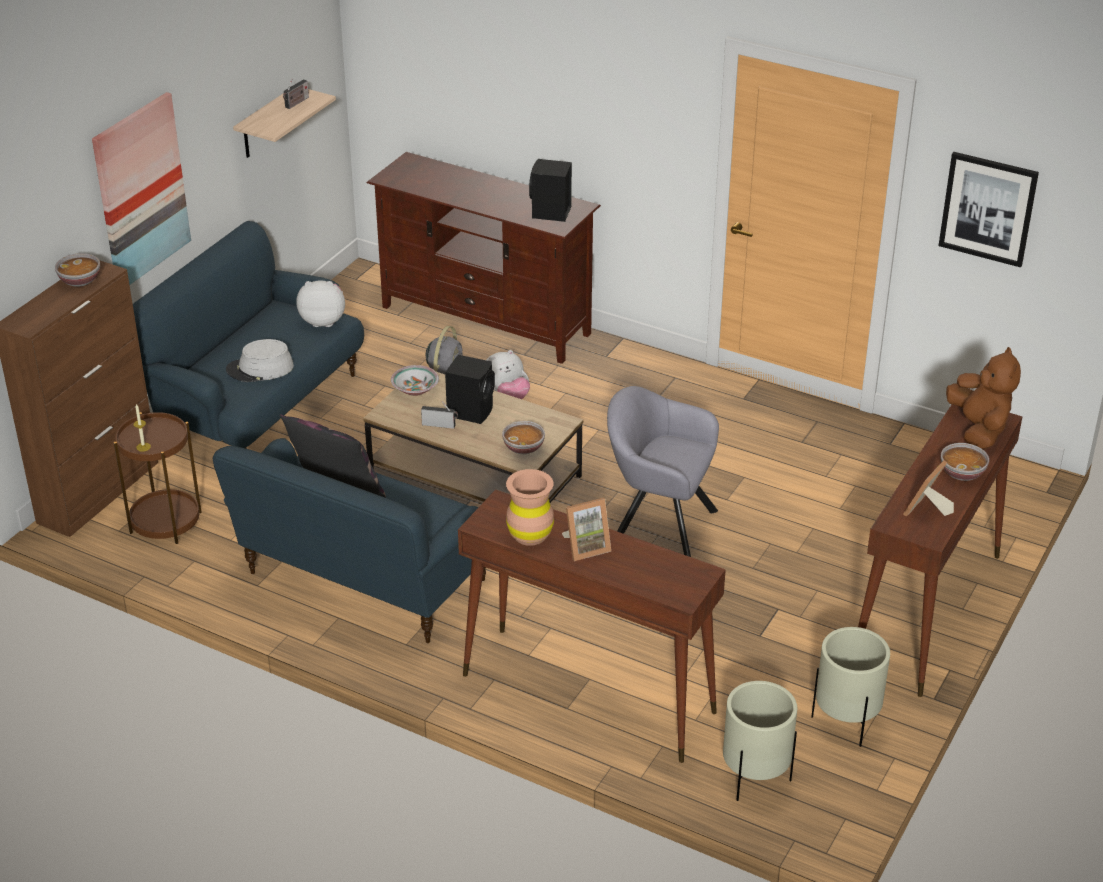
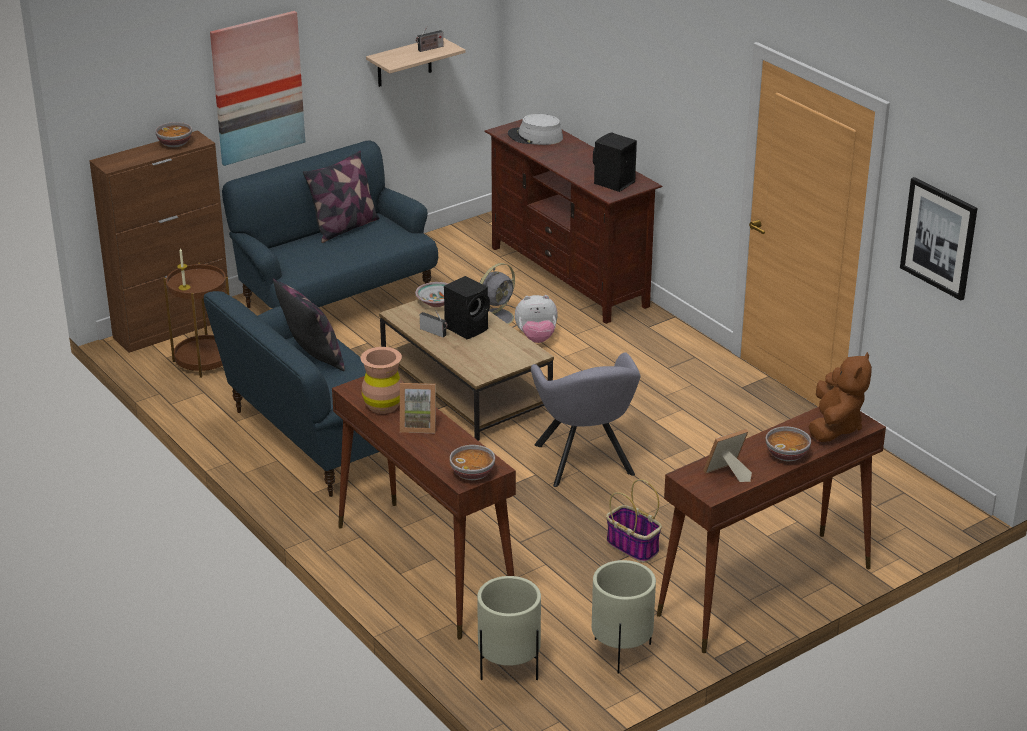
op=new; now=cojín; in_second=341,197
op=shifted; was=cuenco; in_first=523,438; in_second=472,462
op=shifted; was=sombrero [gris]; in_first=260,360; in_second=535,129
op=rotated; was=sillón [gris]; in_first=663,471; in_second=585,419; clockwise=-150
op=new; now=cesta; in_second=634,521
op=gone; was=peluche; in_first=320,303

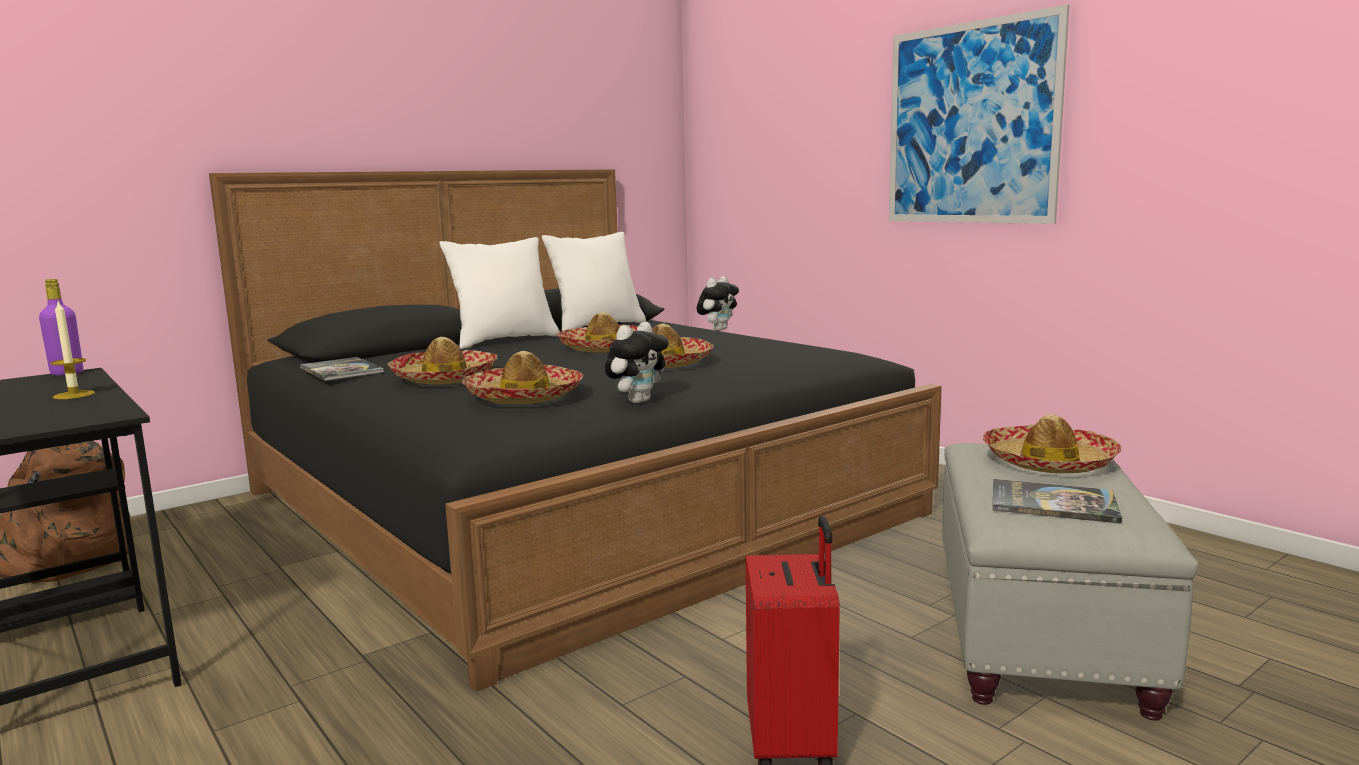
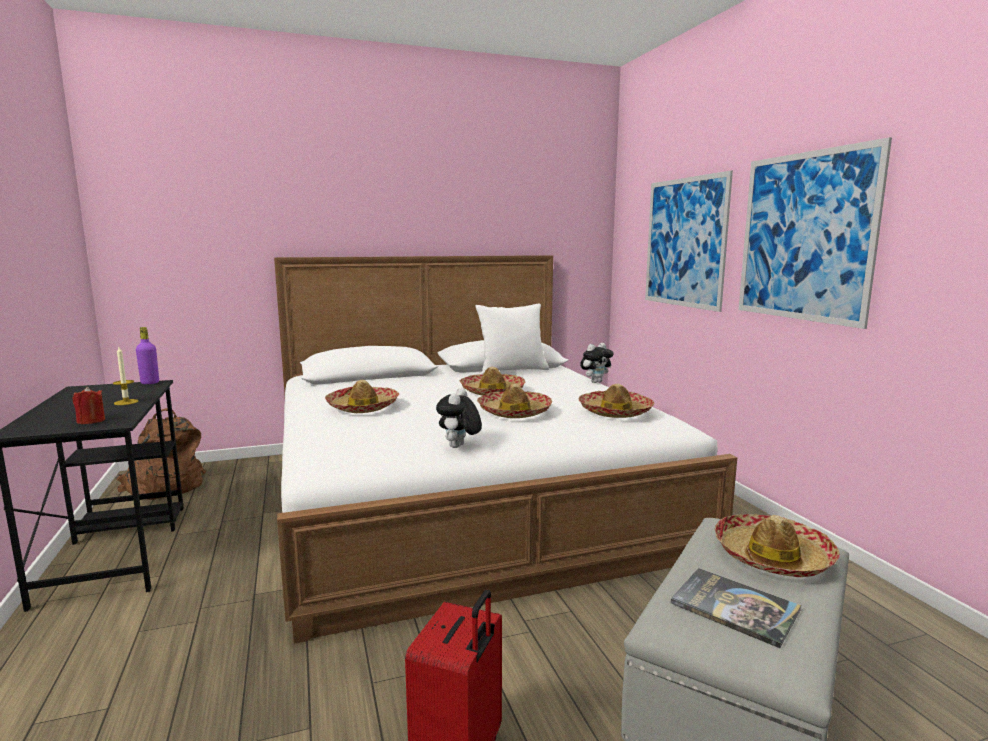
op=new; now=vela [rojo]; in_second=89,405
op=repainted; was=cama [negro]; now=cama [blanco]; in_first=575,430; in_second=505,449
op=rotated; was=peluche; in_first=637,363; in_second=459,418; clockwise=135
op=shifted; was=sombrero; in_first=522,378; in_second=616,401
op=new; now=cuadro; in_second=689,241
op=gone; was=libro; in_first=342,369
op=gone; was=cojín [blanco]; in_first=499,293

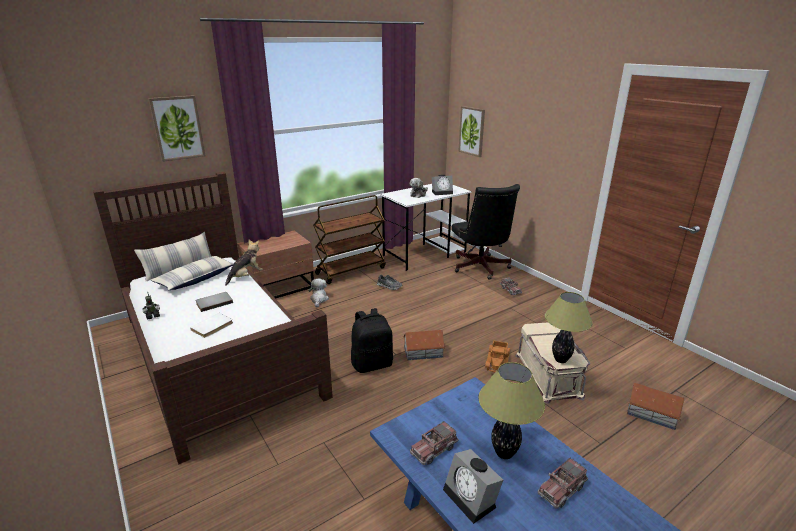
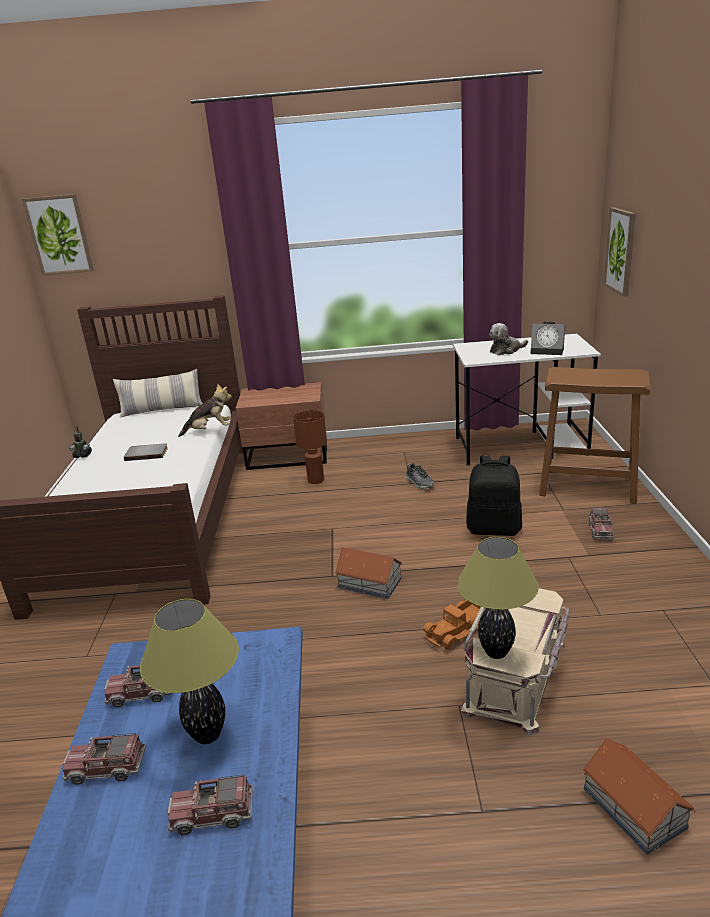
op=shifted; was=cuadro; in_first=177,128; in_second=58,235
op=swapped; was=despertador; now=camión de juguete; in_first=473,486; in_second=104,759
op=swapped; was=peluche; now=lámpara de mesa [marrón]; in_first=318,293; in_second=310,447
op=shifted; was=mochila [negro]; in_first=372,340; in_second=494,495
op=swapped; was=silla de oficina [negro]; now=taburete [marrón]; in_first=486,232; in_second=594,435
op=gone; was=cojín; in_first=192,273
op=gone; was=libro [blanco]; in_first=211,325
op=gone; was=carrito [marrón]; in_first=349,239

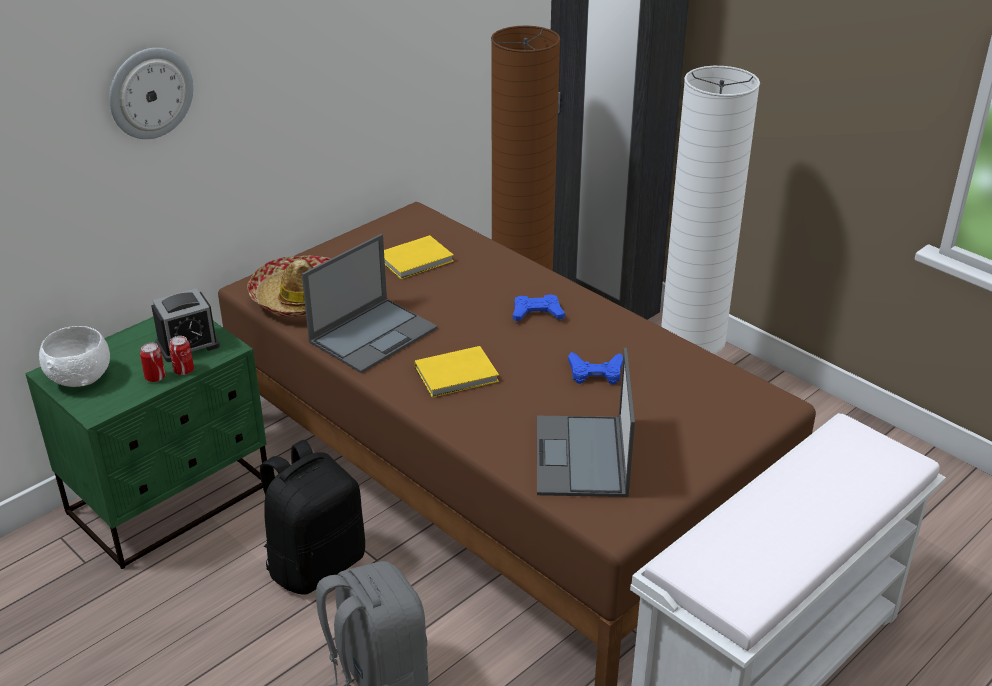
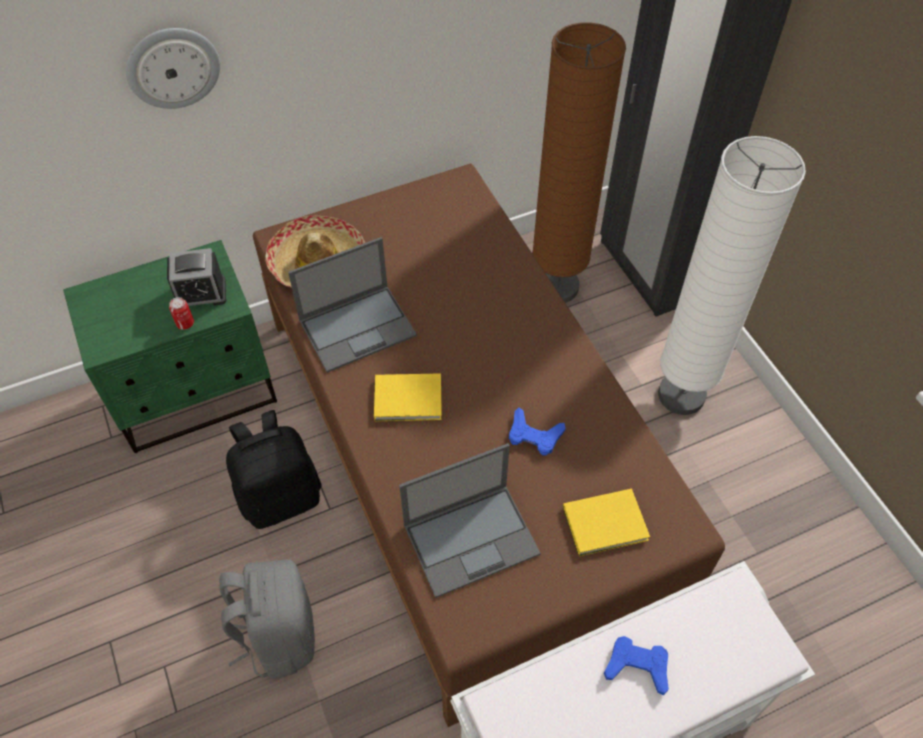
op=rotated; was=portátil; in_first=586,422; in_second=470,520; clockwise=-135
op=shifted; was=libro [amarillo]; in_first=419,257; in_second=606,522
op=shifted; was=mando de consola [azul]; in_first=539,307; in_second=636,665
op=gone; was=cuenco [blanco]; in_first=74,356
op=gone; was=lata; in_first=153,362

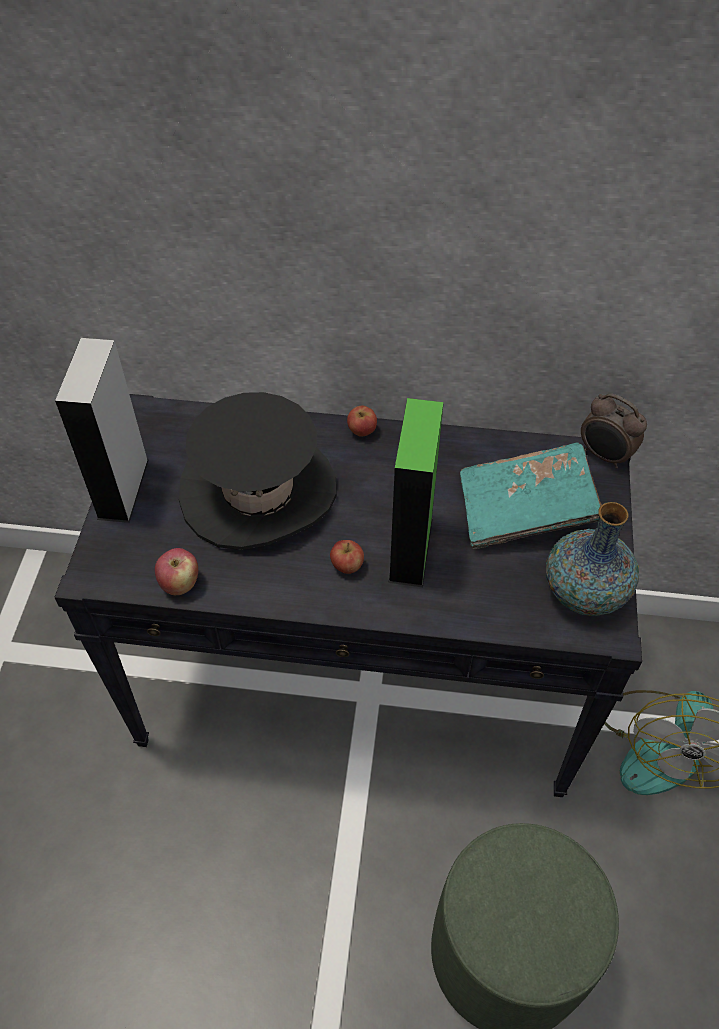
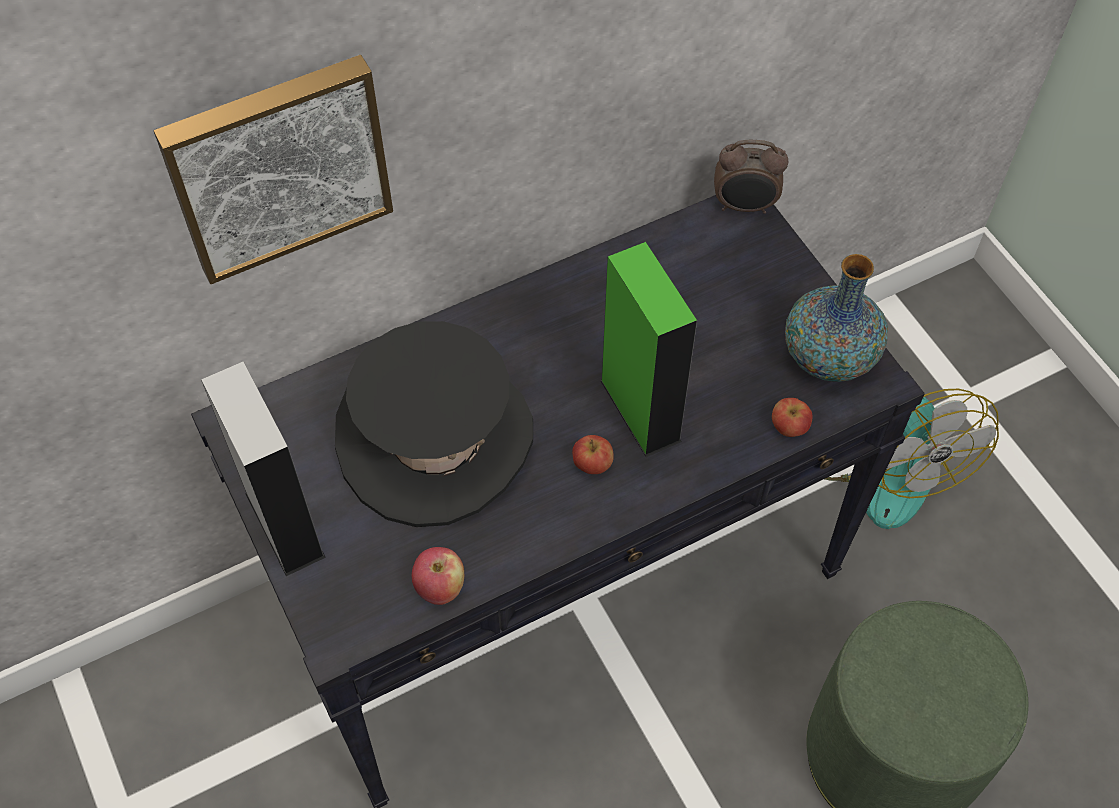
op=new; now=cuadro; in_second=273,169
op=shifted; was=manzana; in_first=362,421; in_second=792,417
op=gone; was=libro [turquesa]; in_first=531,496

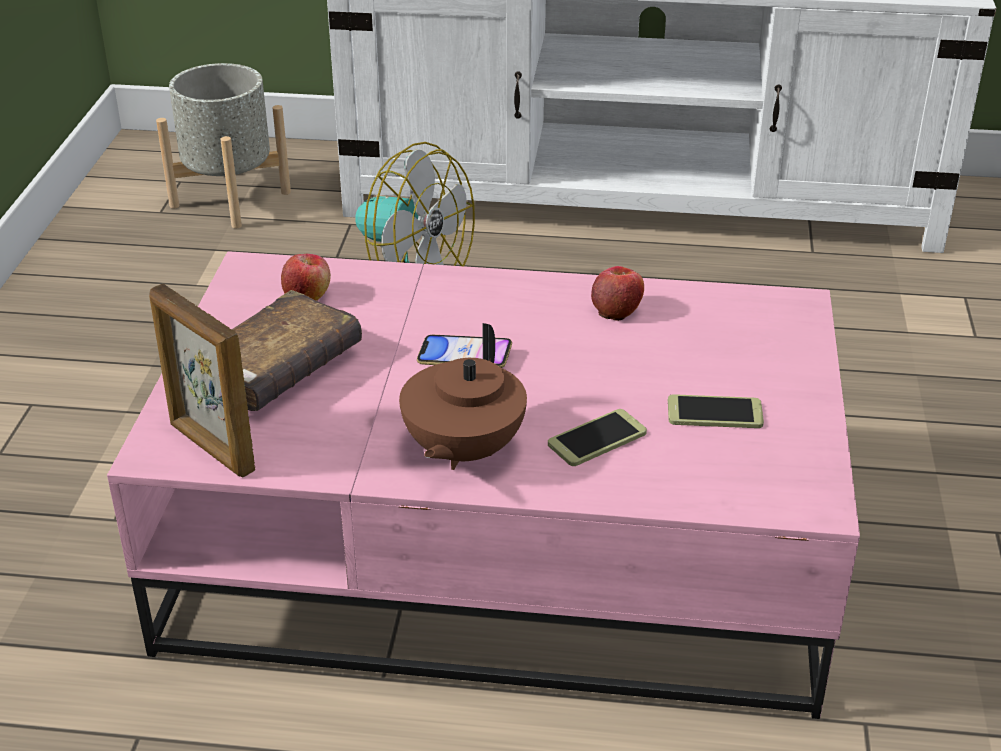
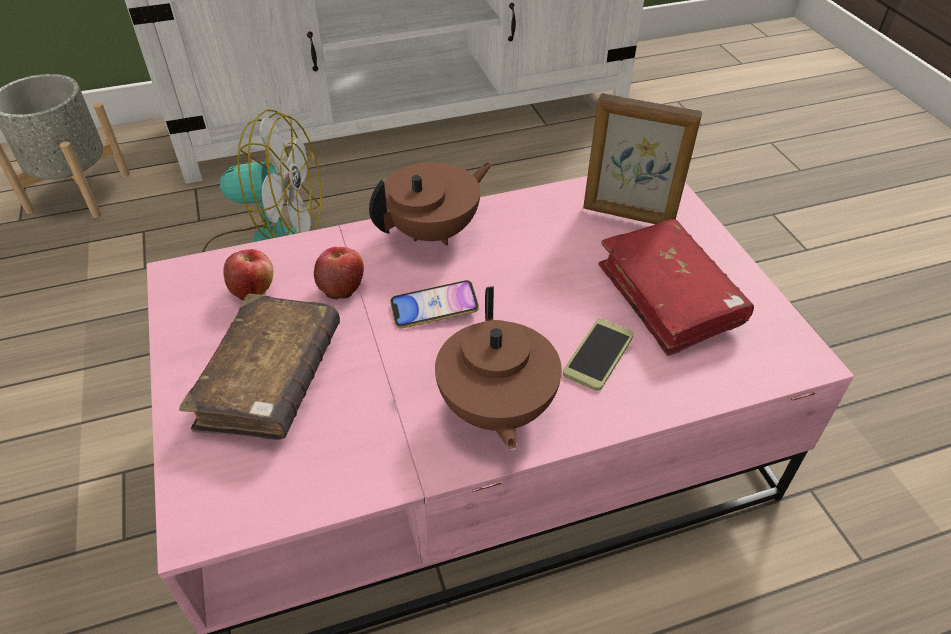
op=shifted; was=manzana; in_first=617,293; in_second=339,273
op=new; now=tetera [marrón]; in_second=430,204
op=shifted; was=portarretratos; in_first=202,381; in_second=642,158
op=swapped; was=móvil; now=libro [rojo]; in_first=716,411; in_second=676,287

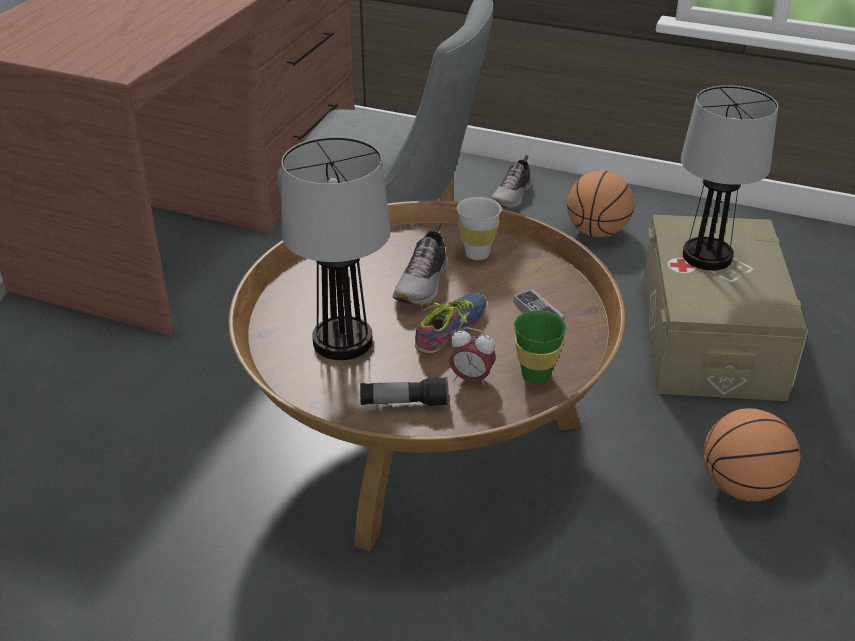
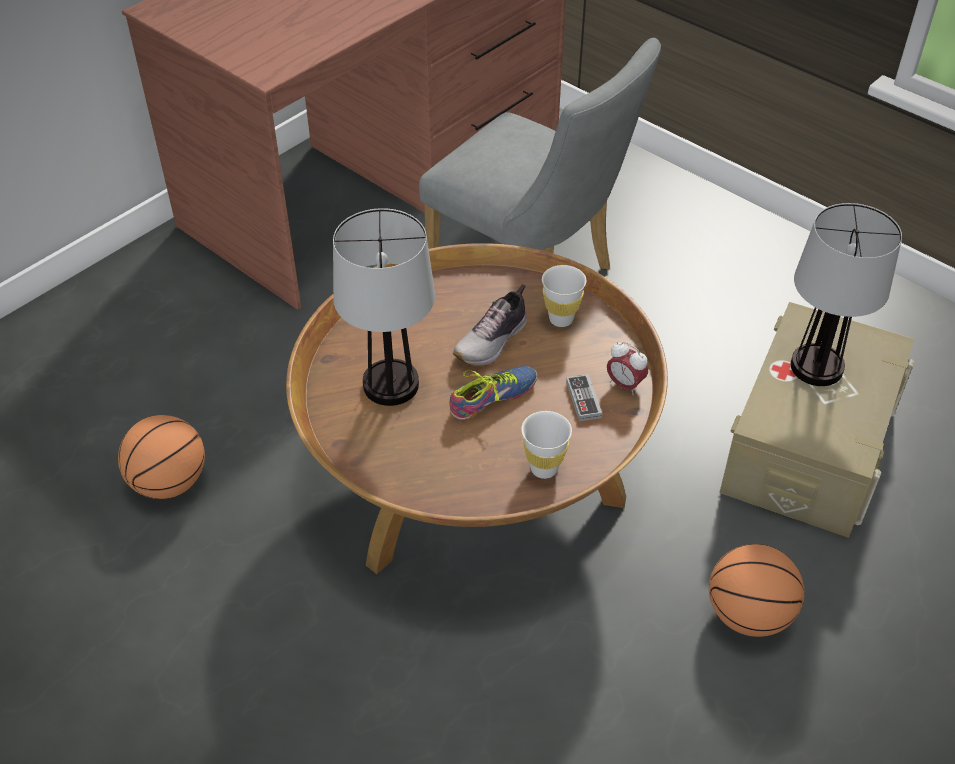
op=shifted; was=balón de baloncesto; in_first=600,204; in_second=161,457
op=repainted; was=taza [verde]; now=taza [blanco]; in_first=540,347; in_second=546,445
op=shifted; was=despertador; in_first=472,357; in_second=627,368
op=gone; was=linterna; in_first=404,391
op=gone; was=zapato; in_first=511,181

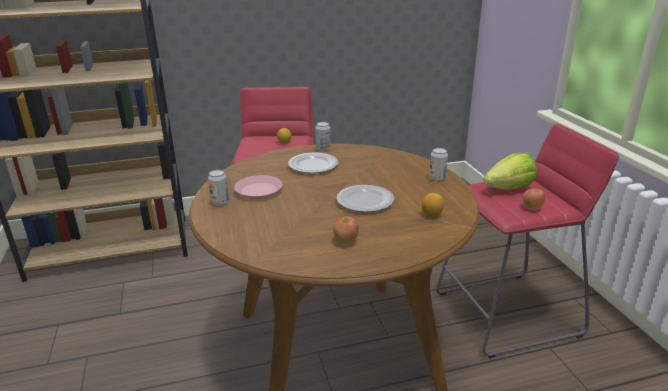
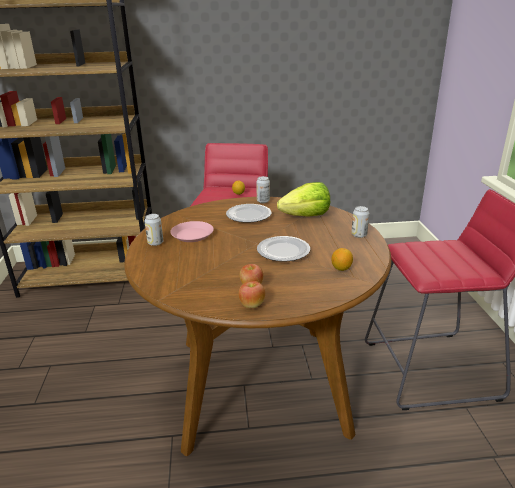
op=shifted; was=manzana; in_first=534,199; in_second=252,294
op=shifted; was=lechuga; in_first=510,171; in_second=303,199

